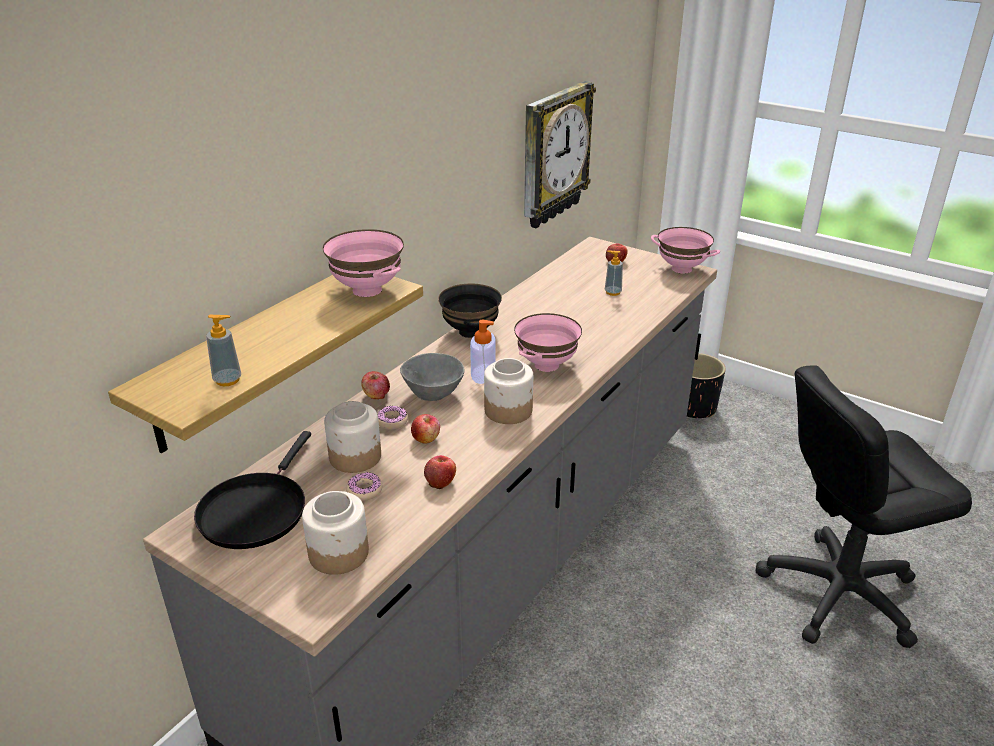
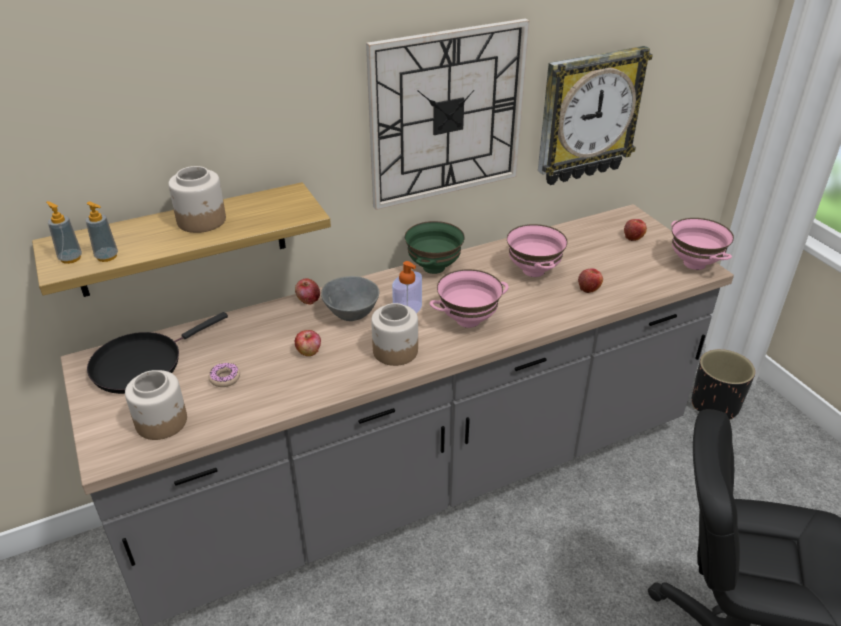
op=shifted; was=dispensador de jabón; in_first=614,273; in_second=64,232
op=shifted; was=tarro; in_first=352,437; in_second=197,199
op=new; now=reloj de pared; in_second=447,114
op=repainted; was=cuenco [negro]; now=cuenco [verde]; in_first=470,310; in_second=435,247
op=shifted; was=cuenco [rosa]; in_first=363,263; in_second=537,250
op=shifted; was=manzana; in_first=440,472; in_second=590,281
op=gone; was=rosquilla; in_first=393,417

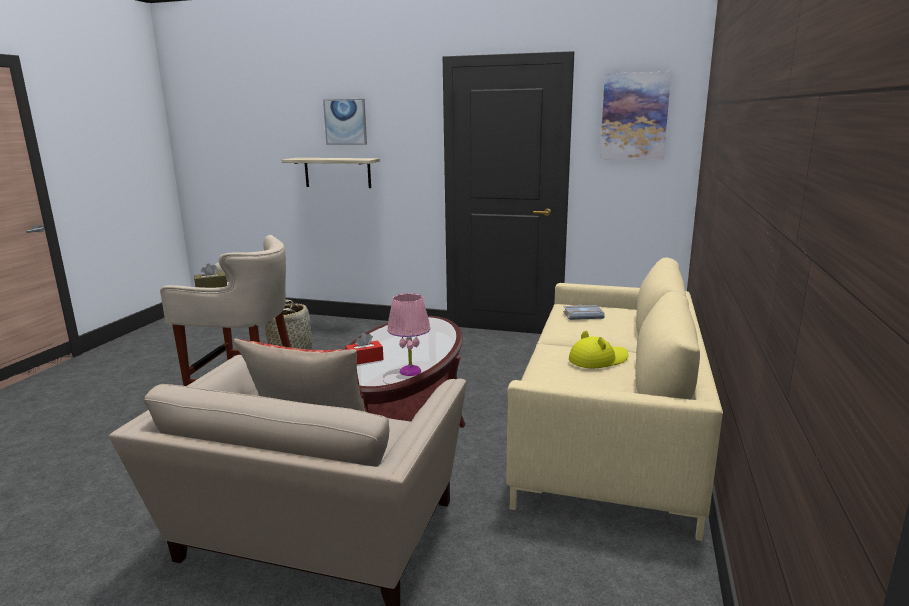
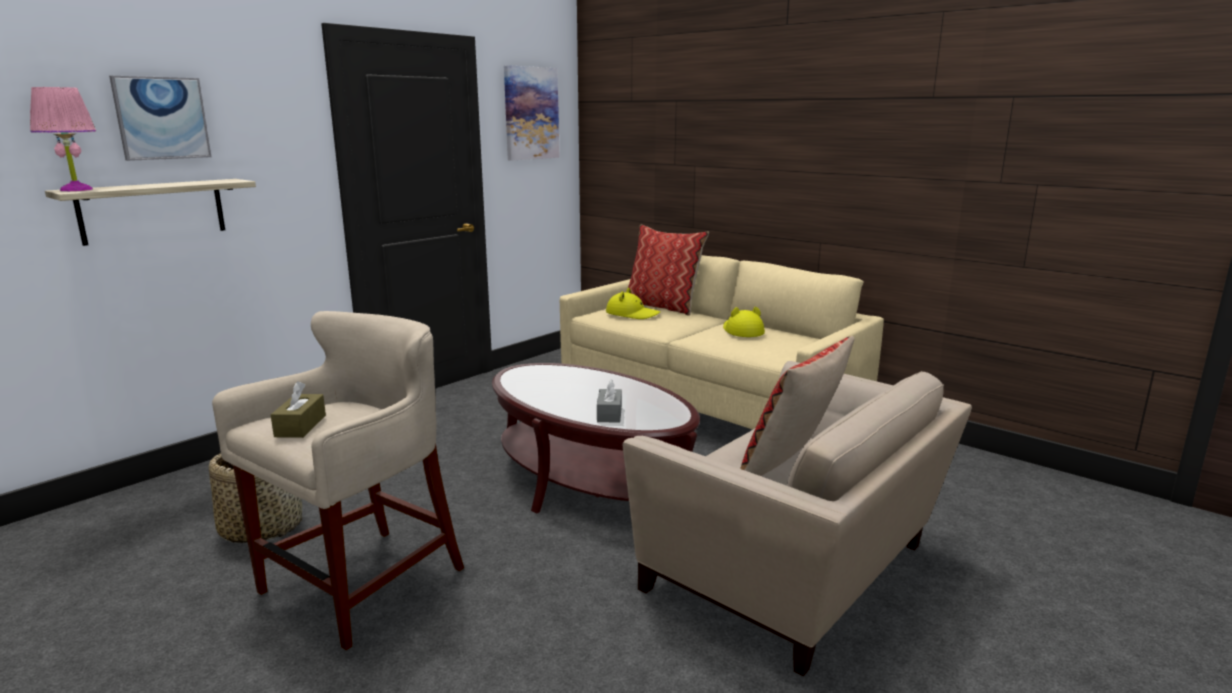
op=shifted; was=lámpara de mesa [rosa]; in_first=408,334; in_second=63,139
op=repainted; was=caja de pañuelos [rojo]; now=caja de pañuelos [gris]; in_first=364,348; in_second=609,401
op=swapped; was=libro [gris]; now=sombrero [amarillo]; in_first=584,312; in_second=633,303
op=new; now=cojín; in_second=668,270

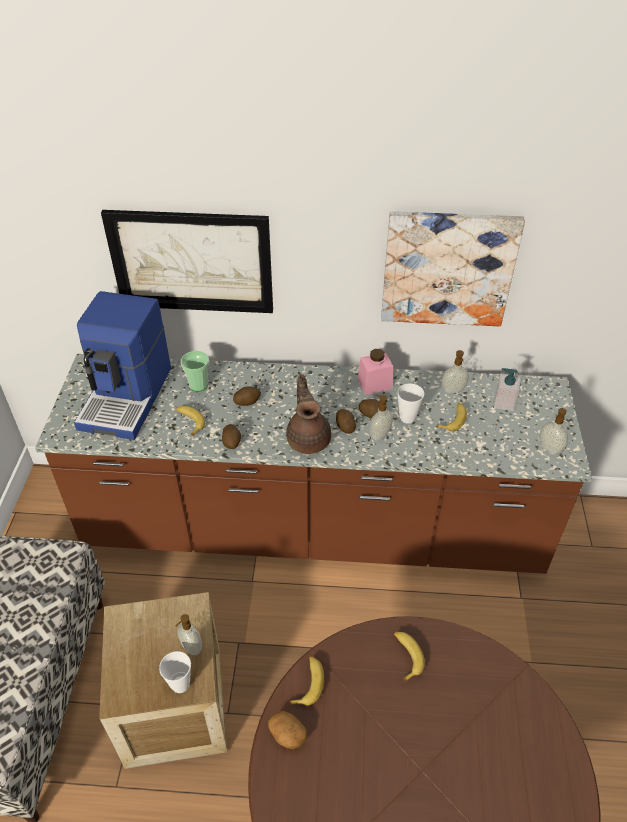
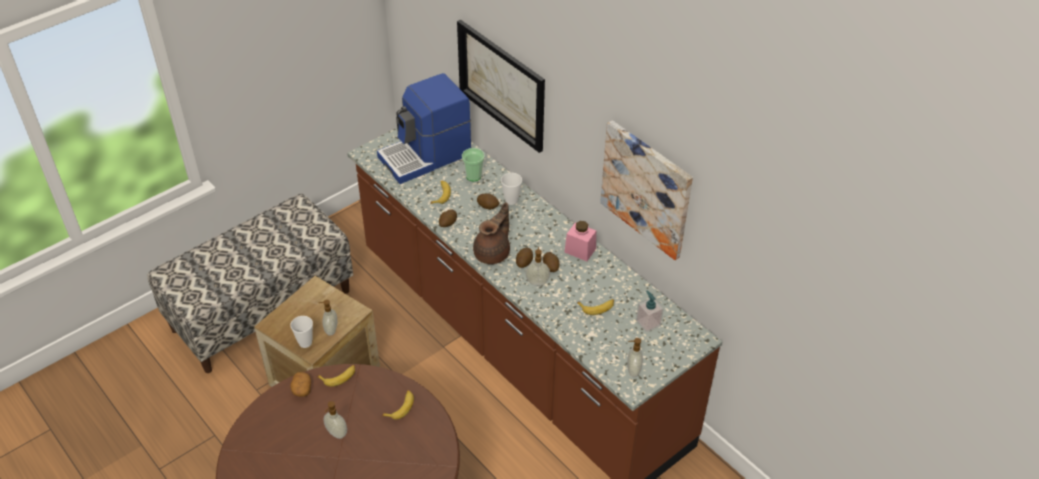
op=shifted; was=dispensador de jabón; in_first=455,371; in_second=335,420
op=shifted; was=taza; in_first=410,403; in_second=511,189

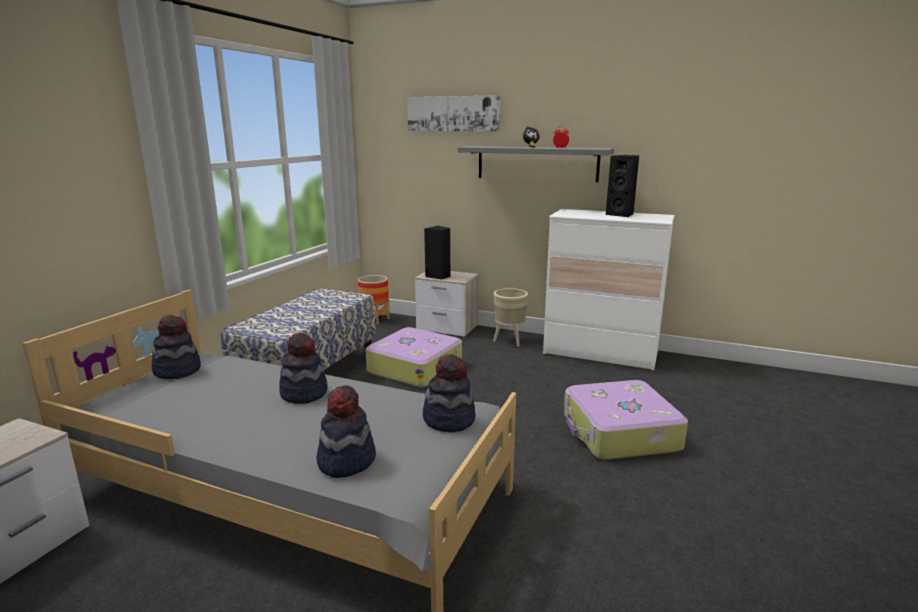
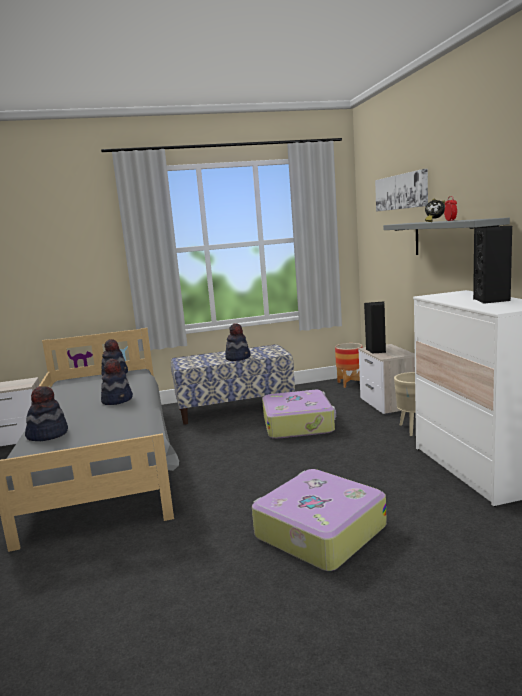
op=shifted; was=sombrero; in_first=449,393; in_second=238,342

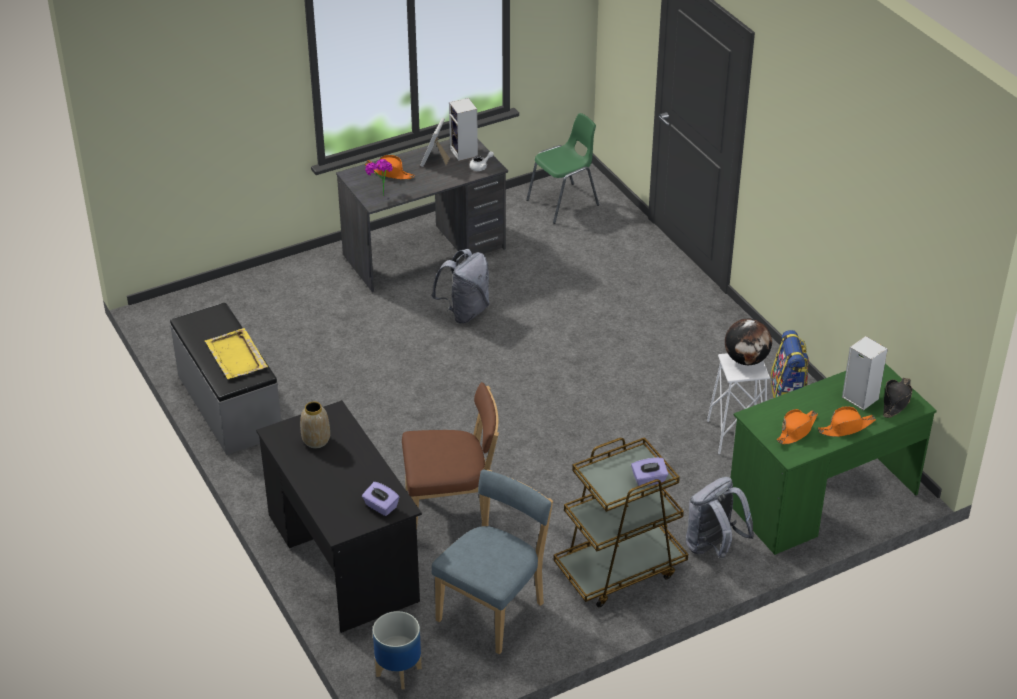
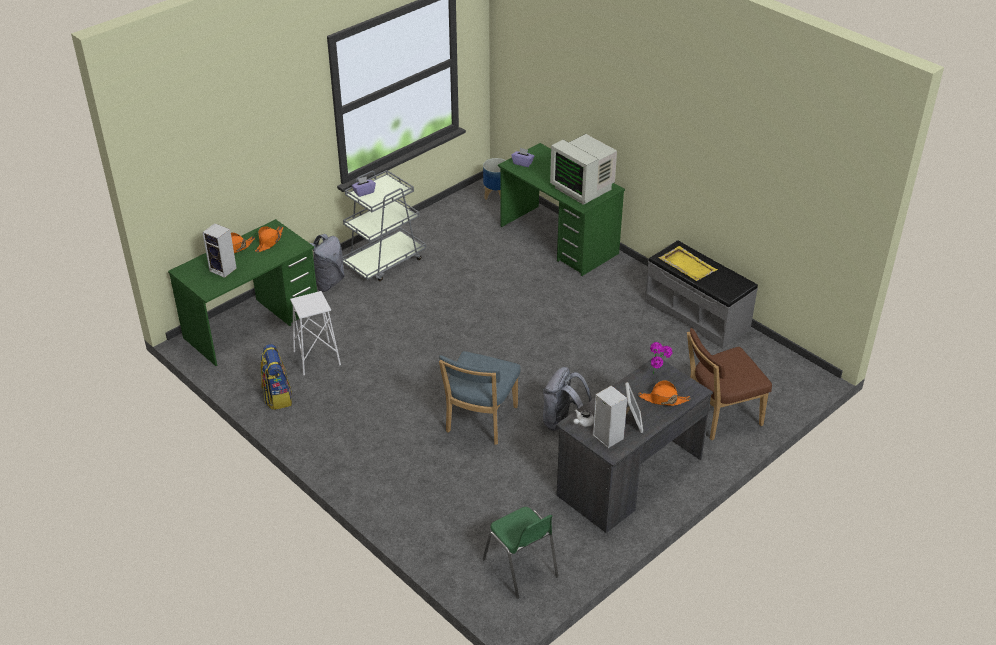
op=repainted; was=carrito [marrón]; now=carrito [gris]; in_first=621,522; in_second=384,225
op=shifted; was=silla [azul]; in_first=492,562; in_second=480,398
op=rotated; was=silla [verde]; in_first=562,168; in_second=520,553; clockwise=-75
op=repainted; was=escritorio [negro]; now=escritorio [verde]; in_first=339,516; in_second=561,209
op=swapped; was=florero; now=monitor; in_first=315,425; in_second=583,169
op=shifted; was=silla [marrón]; in_first=450,454; in_second=729,384
op=gone; was=globo terráqueo; in_first=748,342
op=gone; was=sombrero [negro]; in_first=897,398

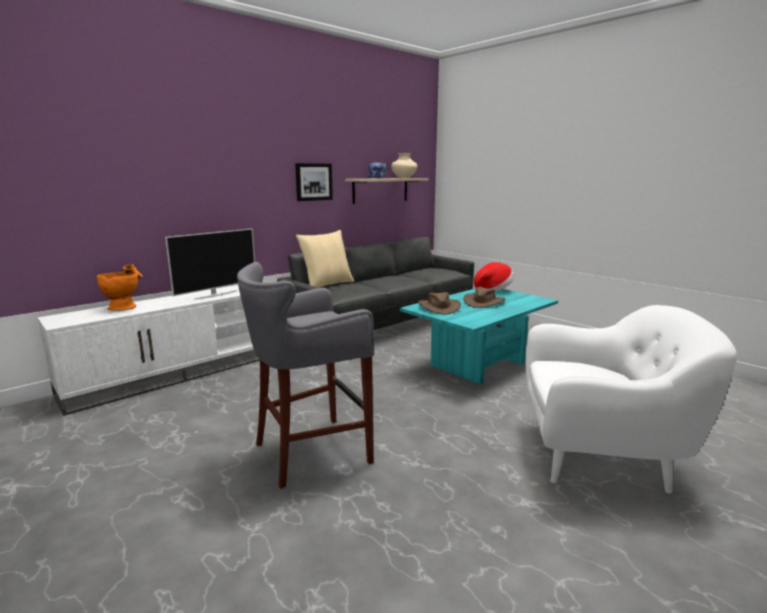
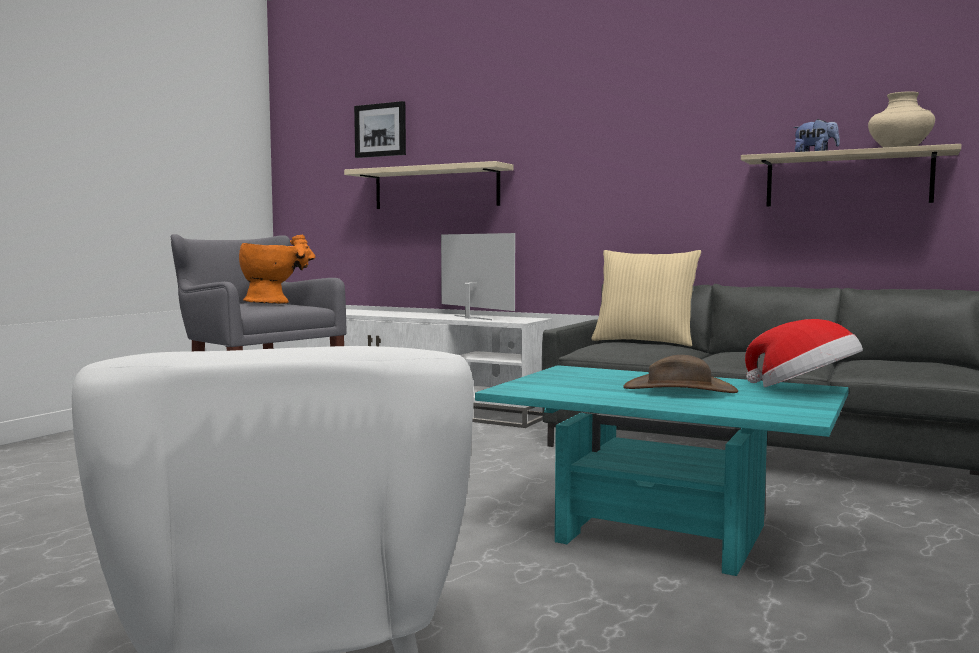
op=shifted; was=florero [naranja]; in_first=120,287; in_second=277,269
op=new; now=estante [beis]; in_second=429,185
op=shifted; was=cuadro; in_first=314,182; in_second=380,129
op=rotated; was=televisor; in_first=210,264; in_second=478,276; clockwise=-150
op=gone; was=sombrero [marrón]; in_first=439,303

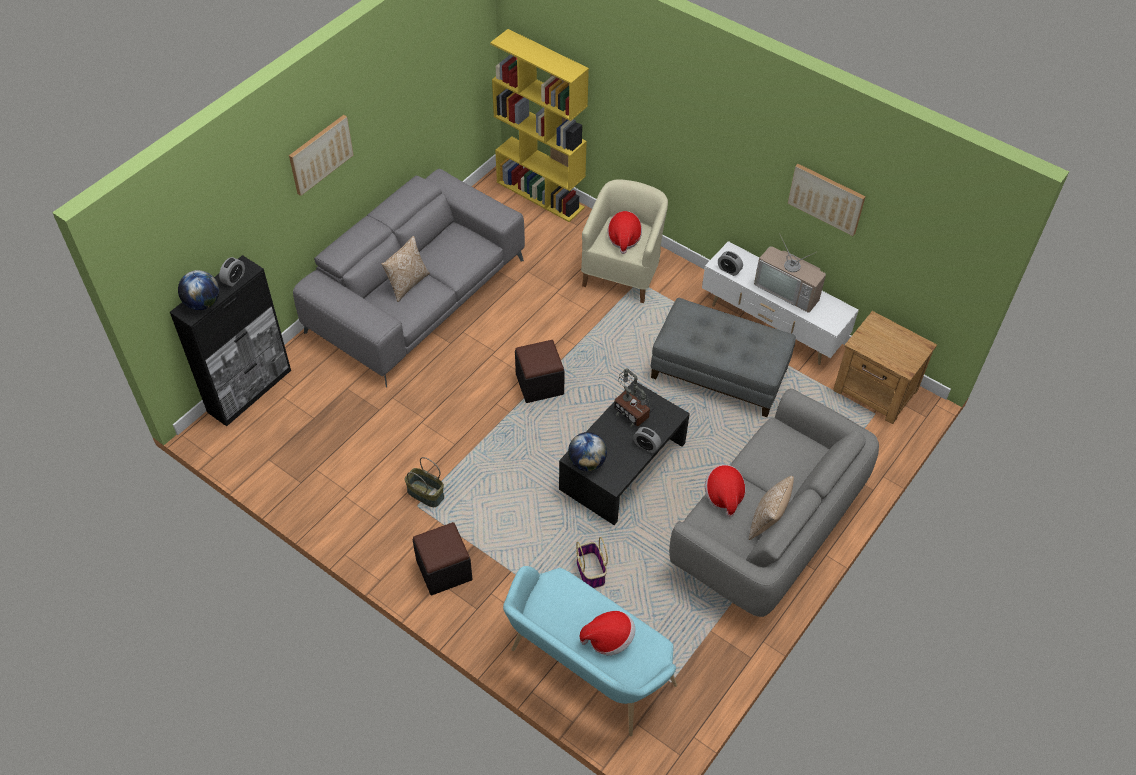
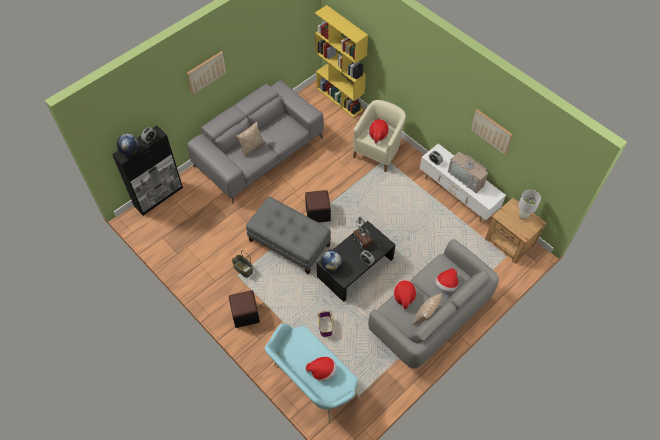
op=shifted; was=puf [gris]; in_first=723,357; in_second=288,236
op=new; now=sombrero; in_second=446,280
op=new; now=lámpara de mesa [blanco]; in_second=529,204

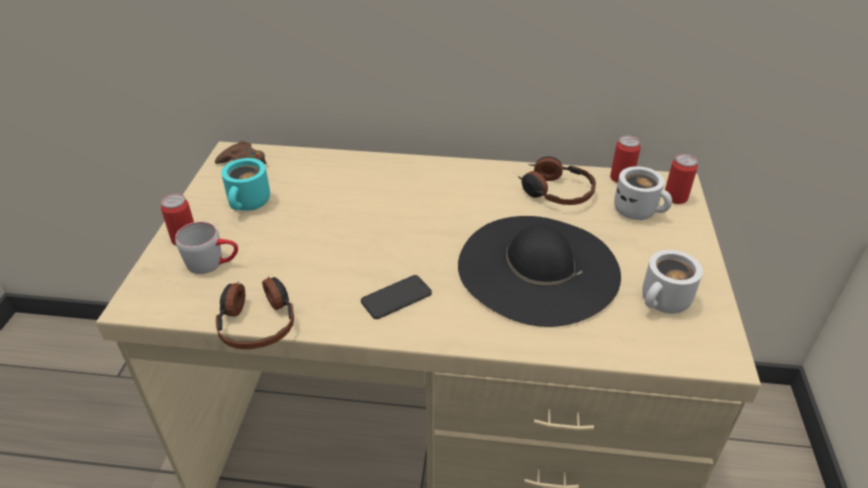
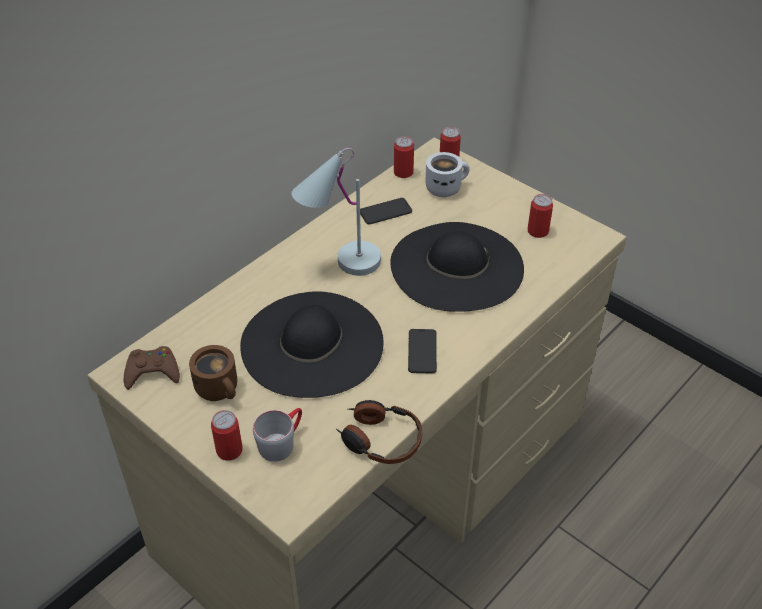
op=repainted; was=taza grande [turquesa]; now=taza grande [marrón]; in_first=245,184; in_second=213,373
op=new; now=sombrero [negro]; in_second=311,344
op=new; now=lámpara de mesa [blanco]; in_second=336,212
op=swapped; was=auriculares; now=móvil; in_first=556,181; in_second=386,211
op=swapped; was=taza grande [blanco]; now=lata; in_first=672,282; in_second=540,216

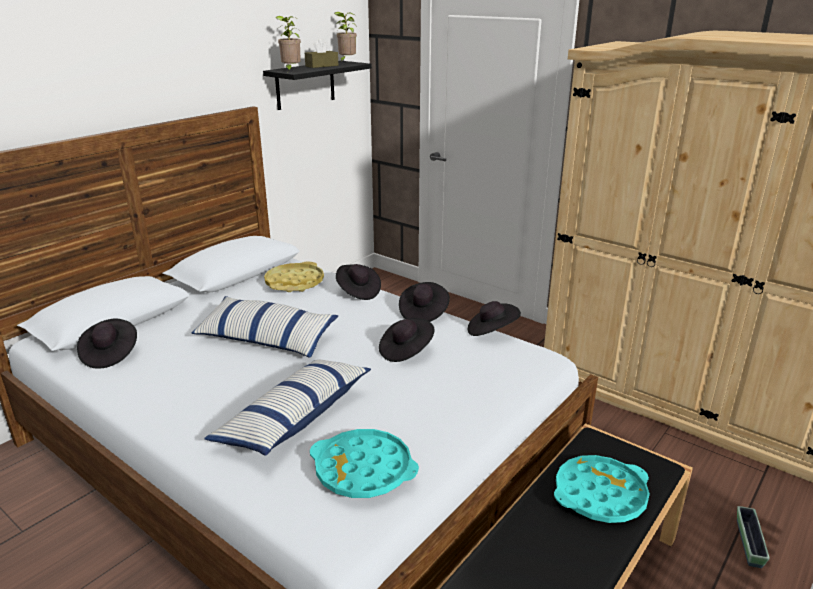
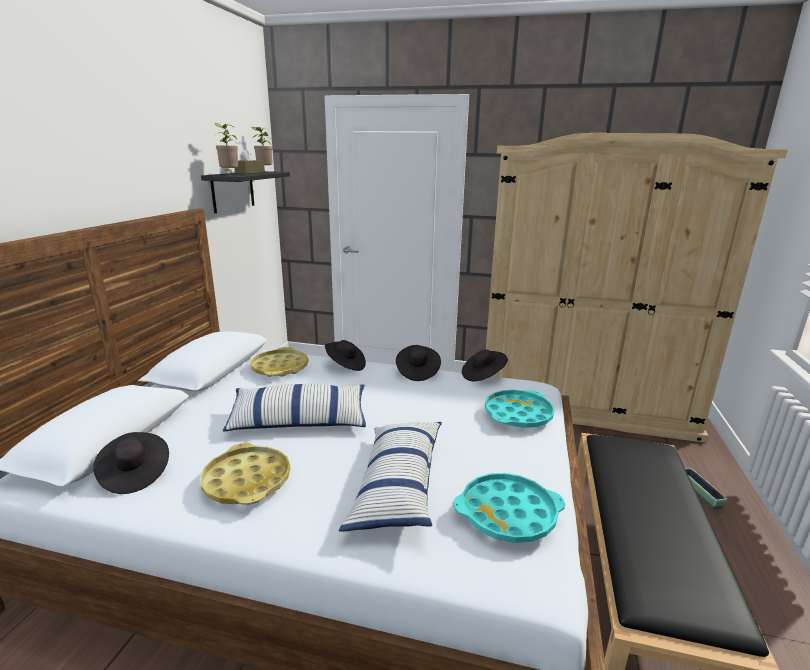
op=new; now=bandeja [amarillo]; in_second=245,474
op=shifted; was=bandeja [turquesa]; in_first=602,489; in_second=520,409
op=gone; was=sombrero [negro]; in_first=407,340

